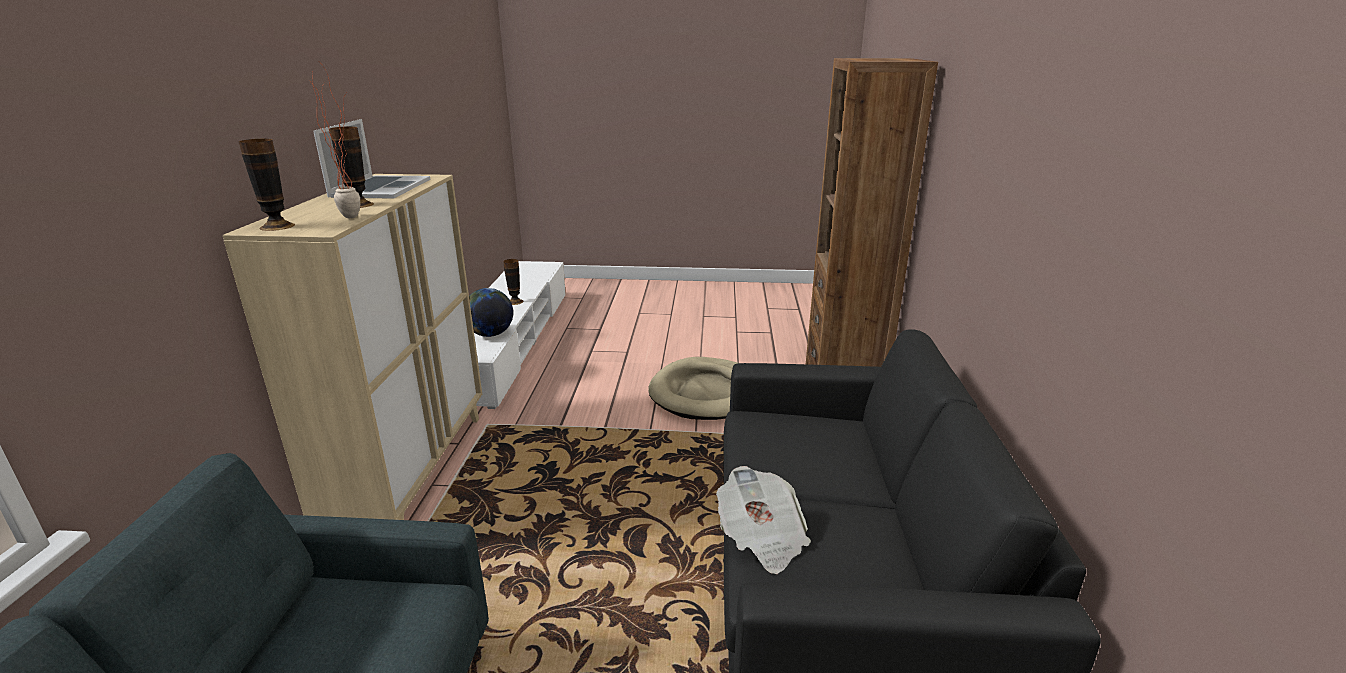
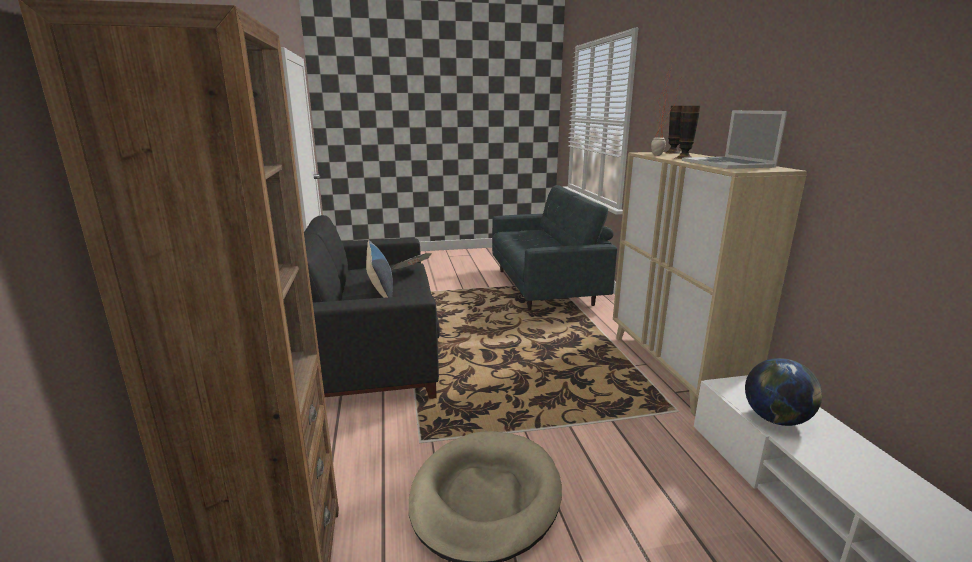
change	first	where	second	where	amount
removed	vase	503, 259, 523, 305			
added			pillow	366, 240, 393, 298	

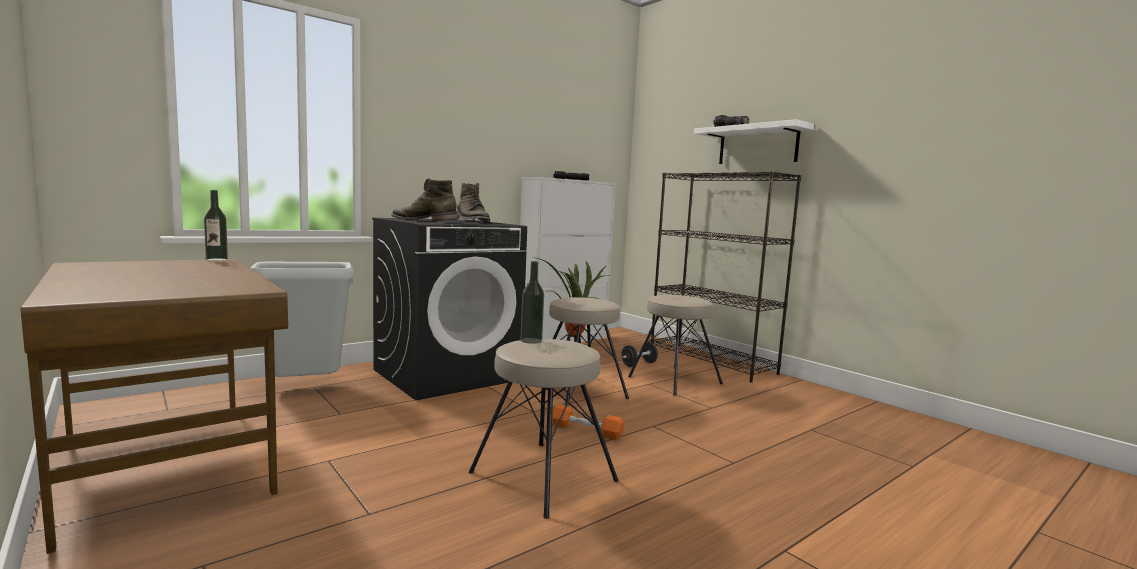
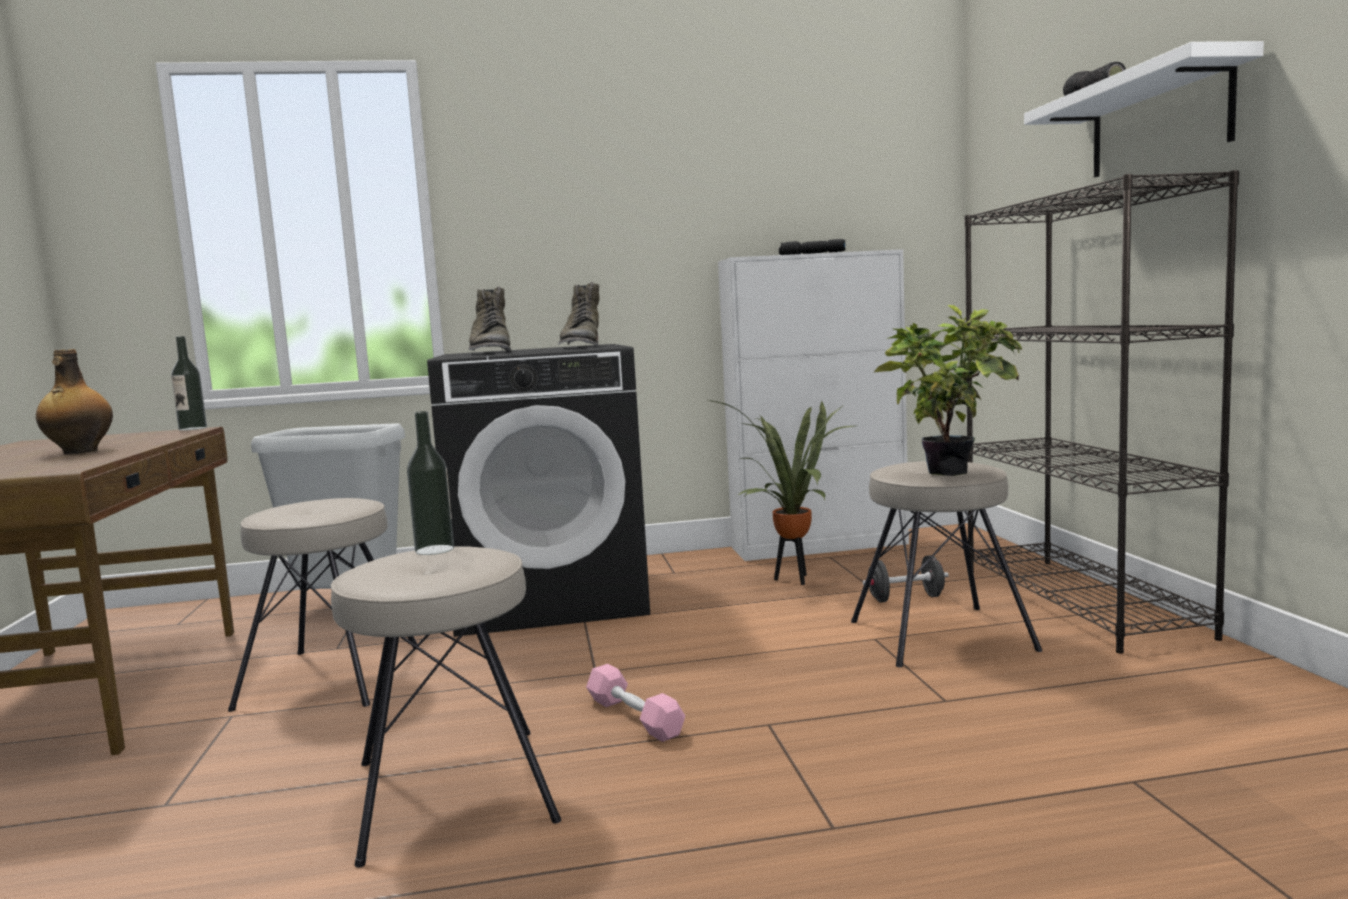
change	first	where	second	where	amount
turned	green boot	391, 178, 458, 221		469, 286, 511, 352	150 degrees counterclockwise
moved	beige stool	549, 297, 629, 406		228, 498, 417, 712	
recoloured	orange dumbbell	552, 404, 624, 440	pink dumbbell	586, 664, 685, 742	
added			bottle	36, 349, 113, 454	
added			potted plant	873, 305, 1022, 476	

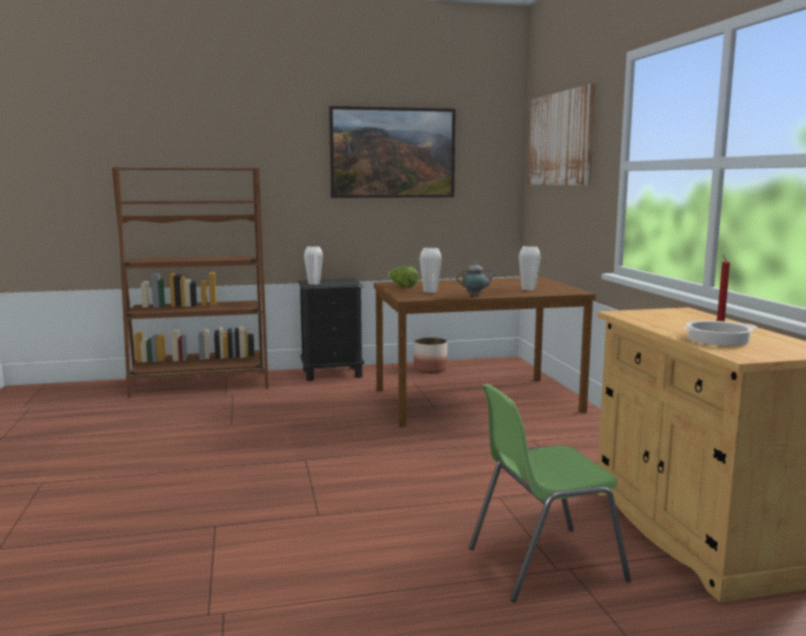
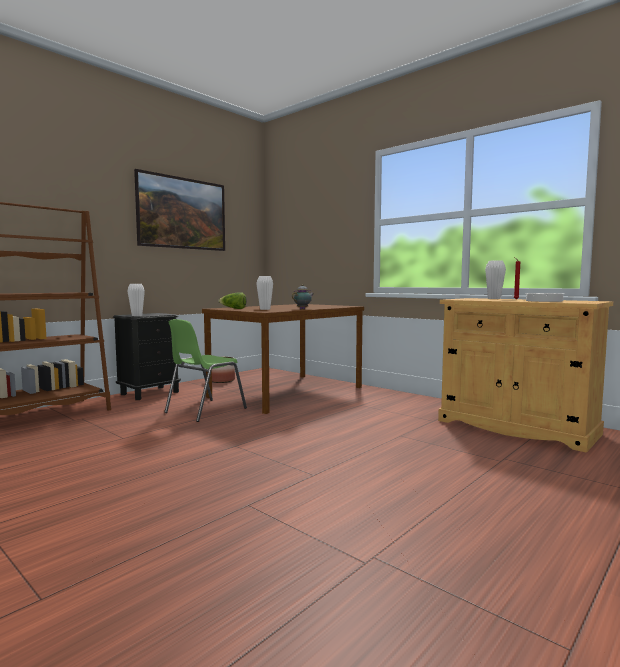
change	first	where	second	where	amount
moved	green chair	469, 384, 631, 602		164, 319, 247, 422	
moved	white vase	519, 246, 541, 290		485, 260, 506, 299	
removed	picture	528, 84, 595, 186			

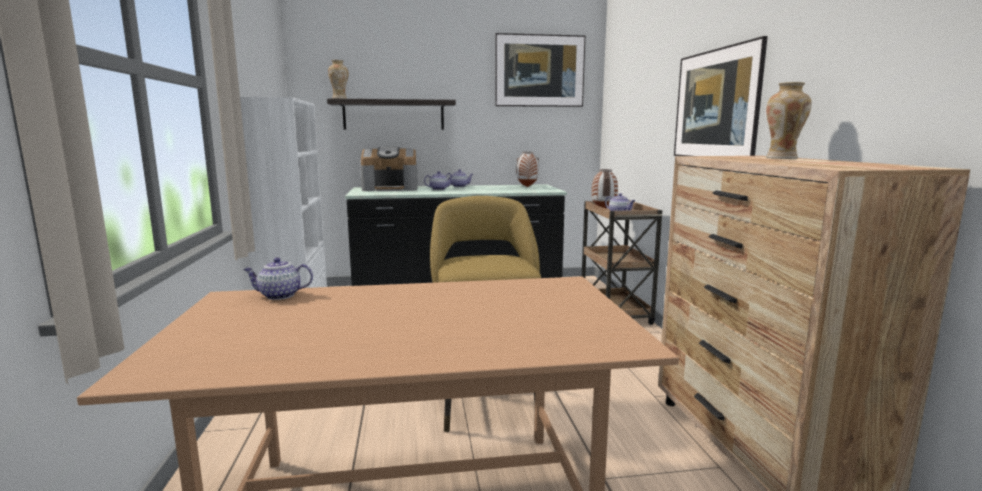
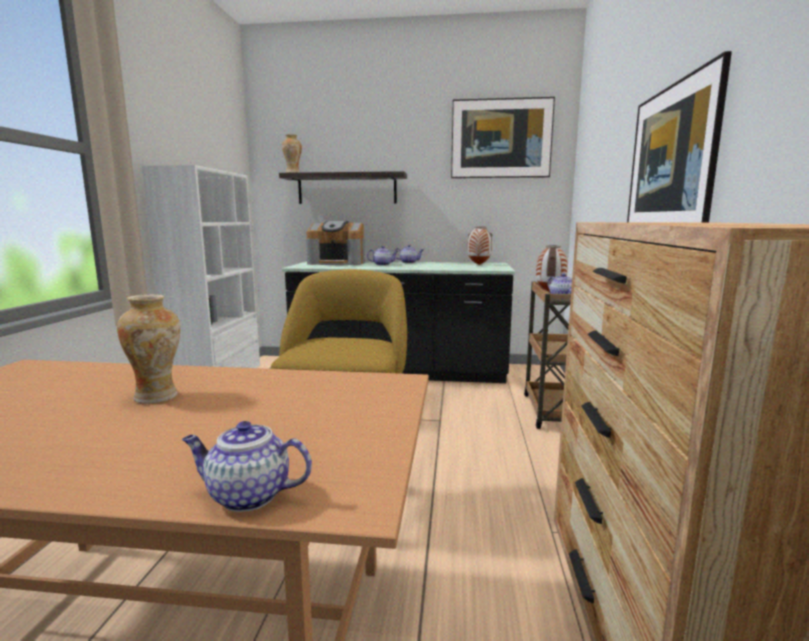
change	first	where	second	where	amount
moved	teapot	243, 257, 313, 300		182, 421, 312, 512	
moved	vase	766, 82, 812, 159		117, 294, 180, 404	

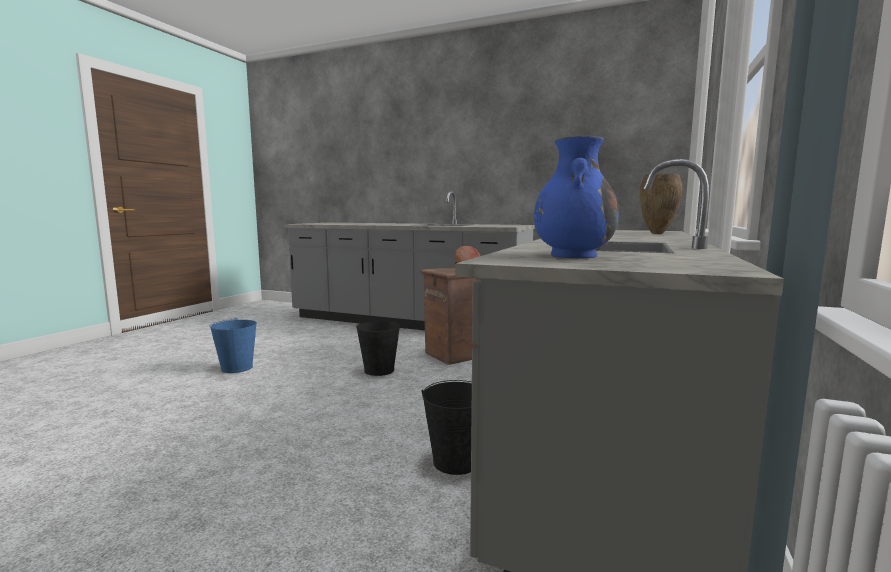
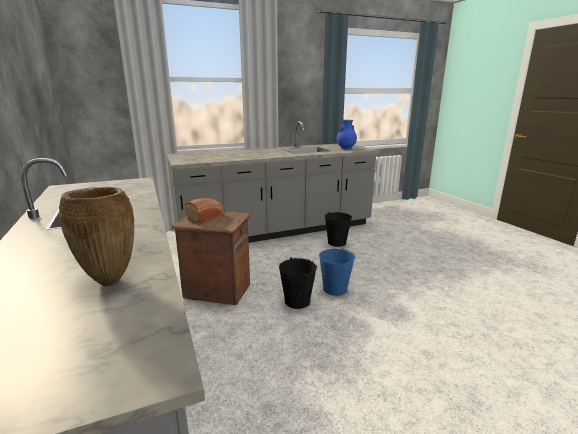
change	first	where	second	where	amount
moved	blue bucket	209, 318, 257, 373		319, 248, 355, 296	
moved	brown vase	640, 174, 682, 234		59, 187, 134, 287	

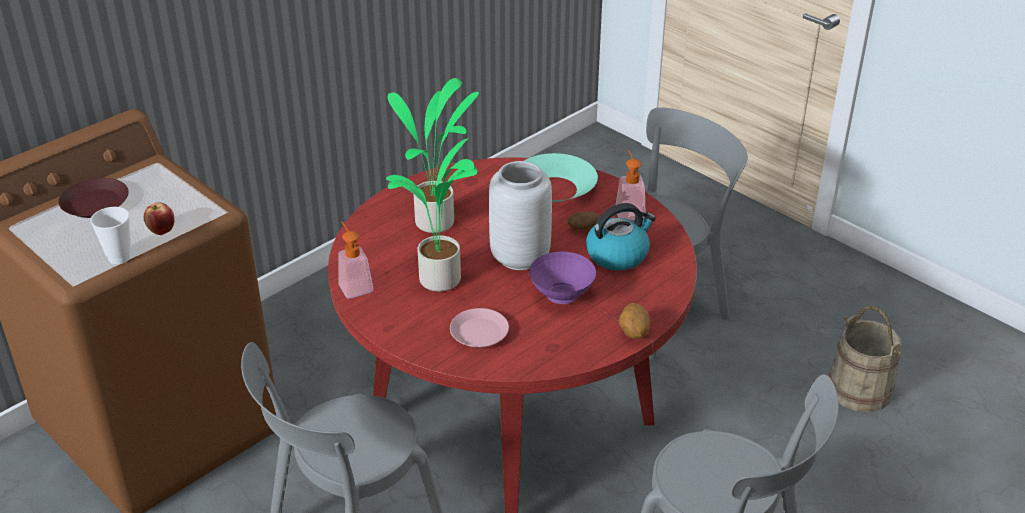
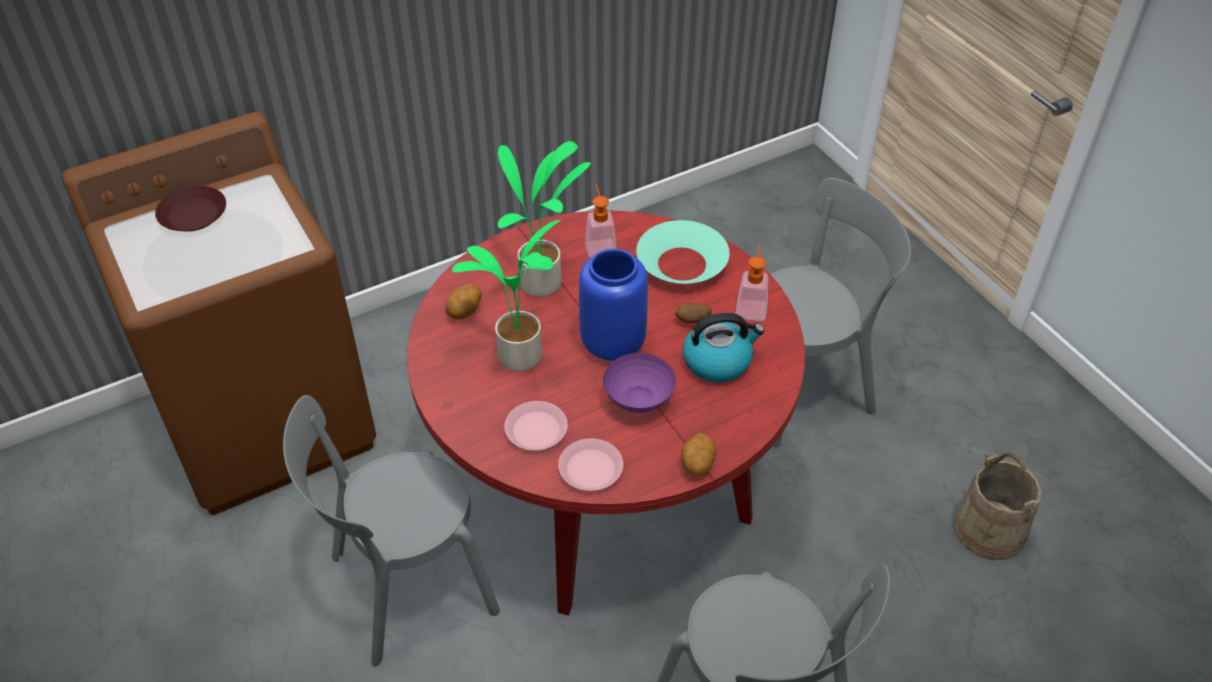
change	first	where	second	where	amount
removed	cup	90, 207, 131, 264			
removed	apple	144, 202, 175, 235			
moved	soap dispenser	338, 222, 373, 298		585, 184, 616, 258	
recoloured	grey vase	489, 161, 552, 270	blue vase	579, 249, 648, 361	
added			potato	445, 284, 482, 319	
added			pink plate	558, 438, 623, 491	

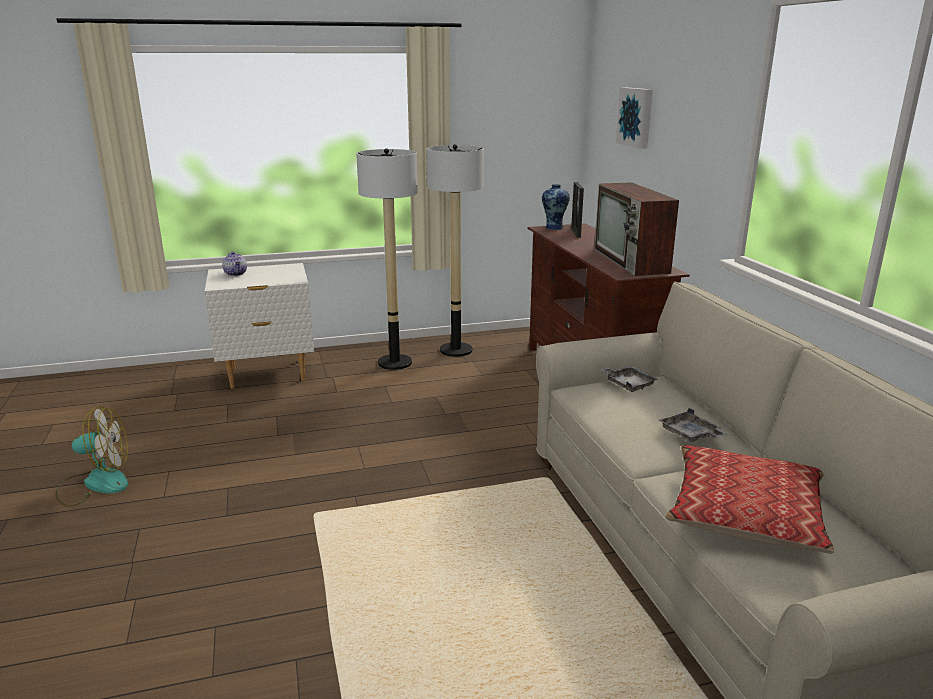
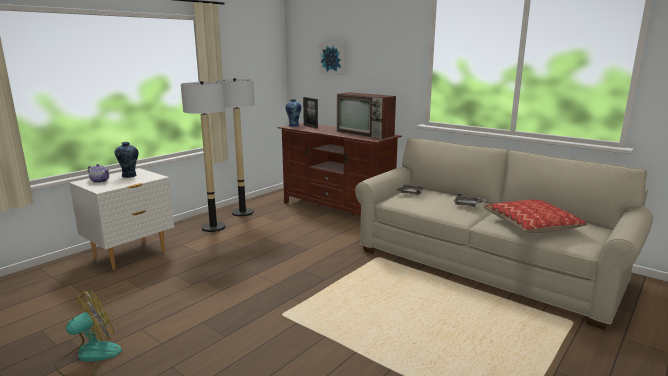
change	first	where	second	where	amount
added			vase	115, 142, 139, 178	

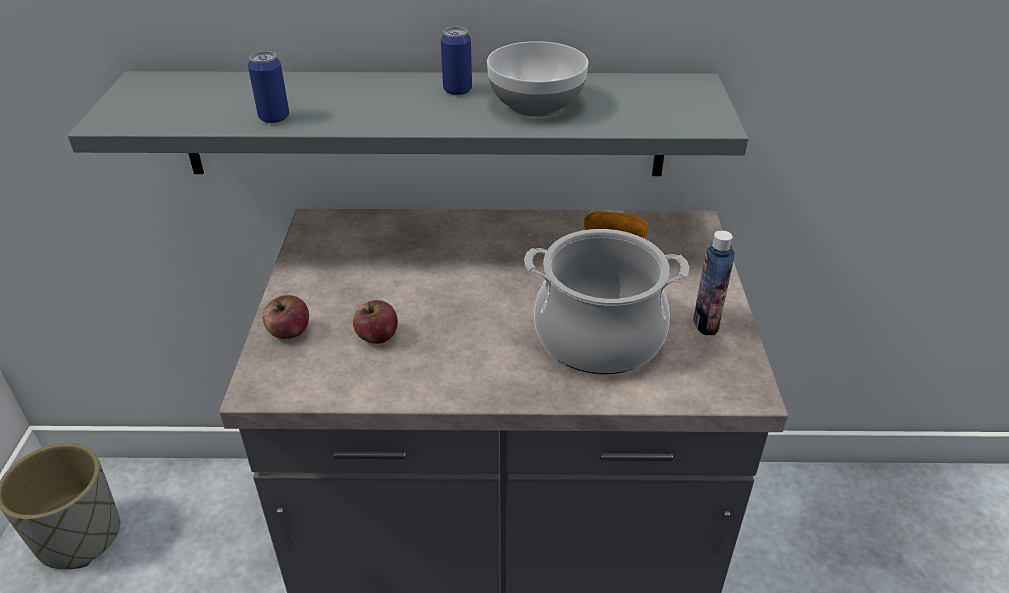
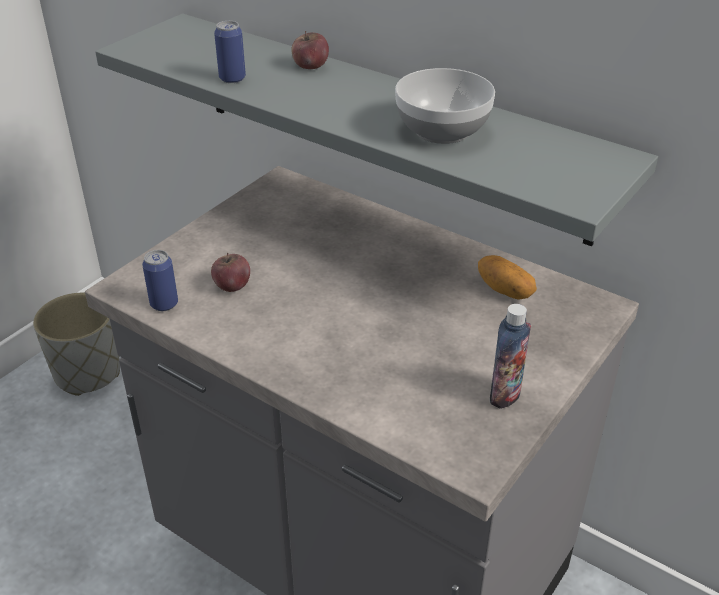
change	first	where	second	where	amount
moved	apple	263, 295, 309, 339		291, 31, 329, 69	
moved	can	441, 27, 472, 95		142, 250, 178, 311	
removed	cooking pot	524, 229, 689, 374			

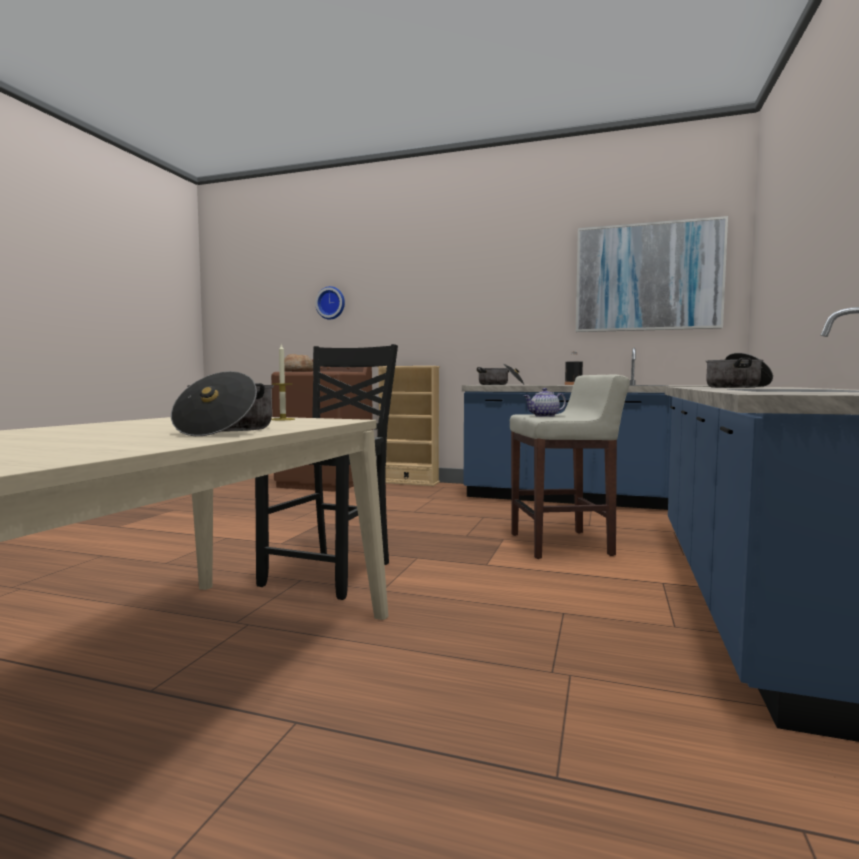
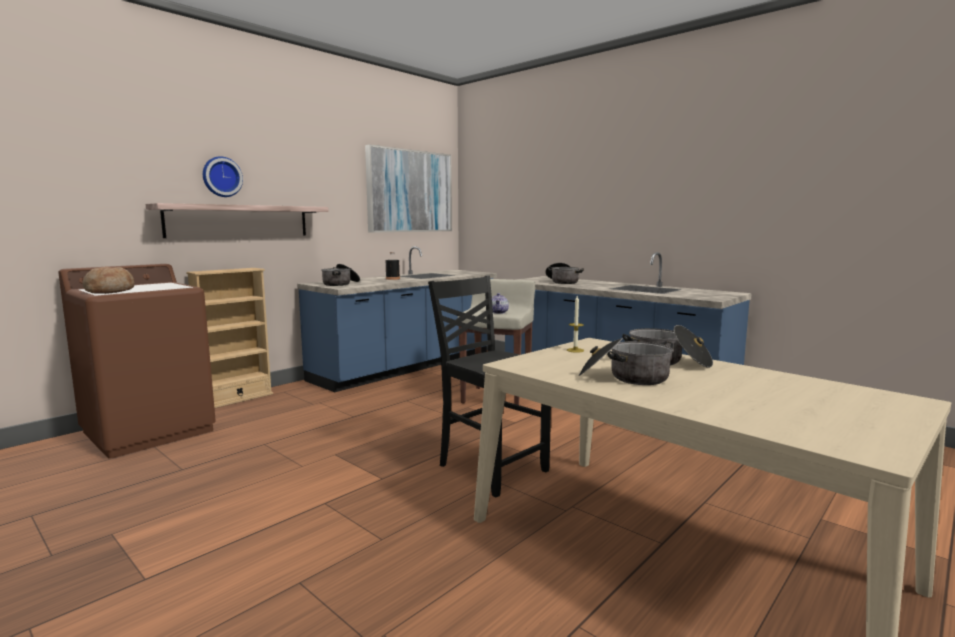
change	first	where	second	where	amount
moved	wall clock	315, 286, 345, 320		203, 156, 243, 197	
added			shelf	146, 203, 329, 238	
added			cooking pot	579, 338, 674, 385	

